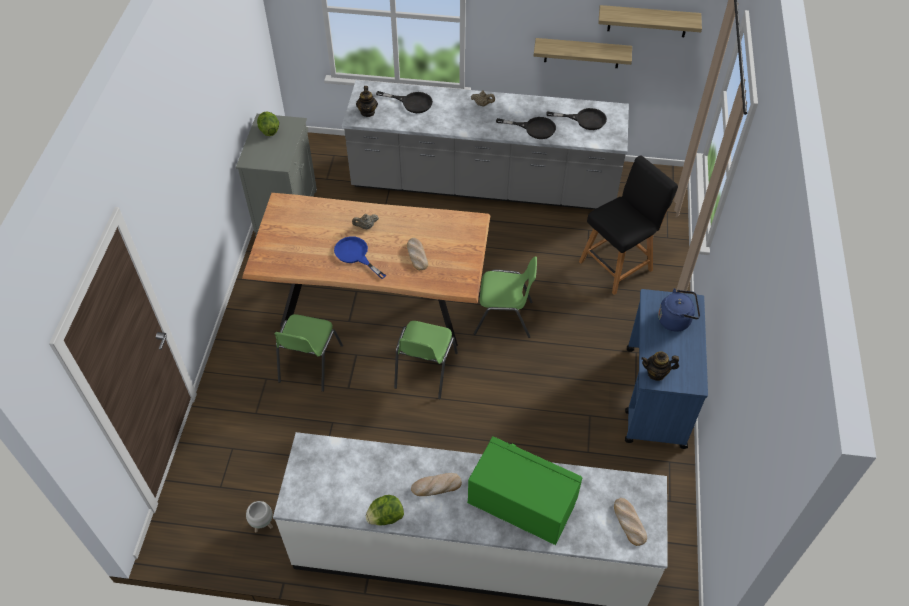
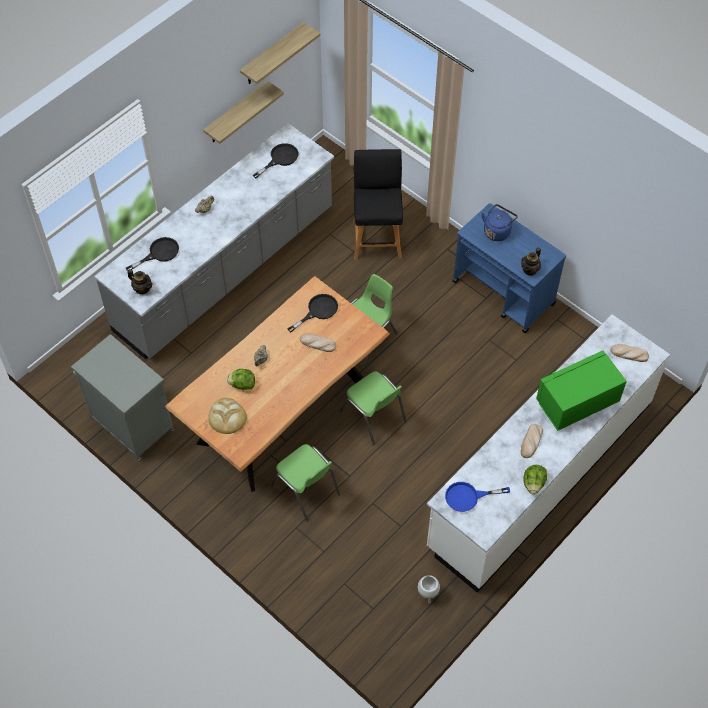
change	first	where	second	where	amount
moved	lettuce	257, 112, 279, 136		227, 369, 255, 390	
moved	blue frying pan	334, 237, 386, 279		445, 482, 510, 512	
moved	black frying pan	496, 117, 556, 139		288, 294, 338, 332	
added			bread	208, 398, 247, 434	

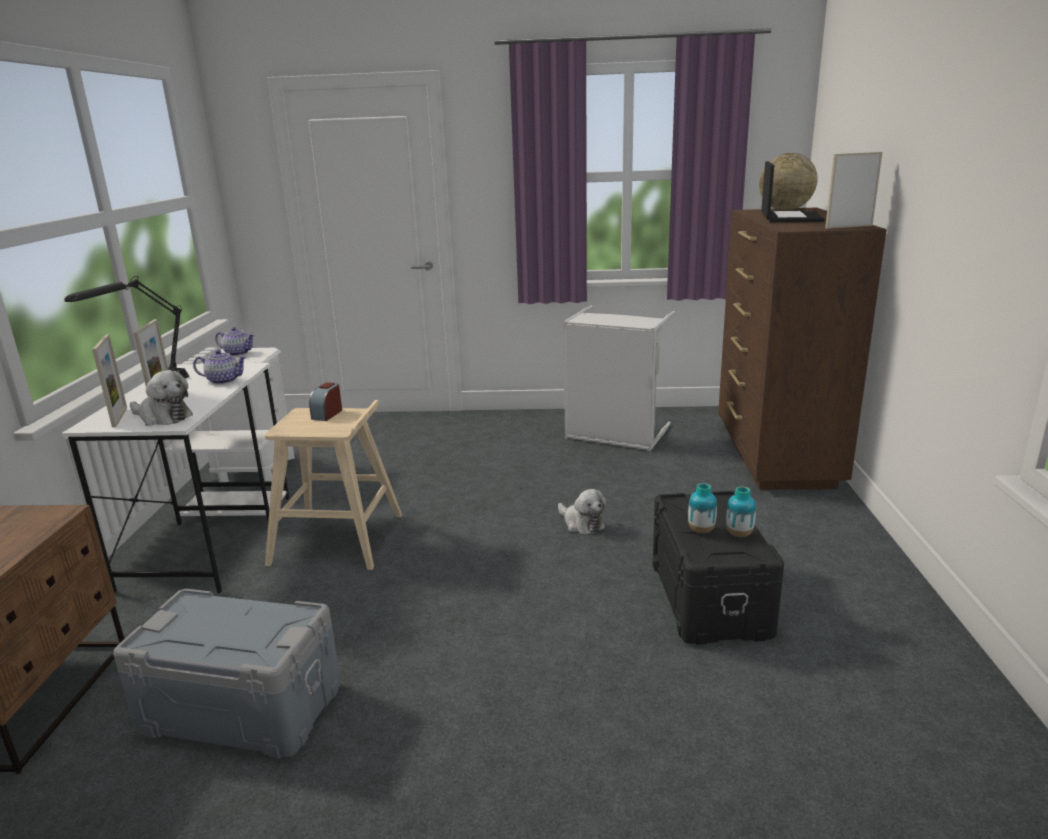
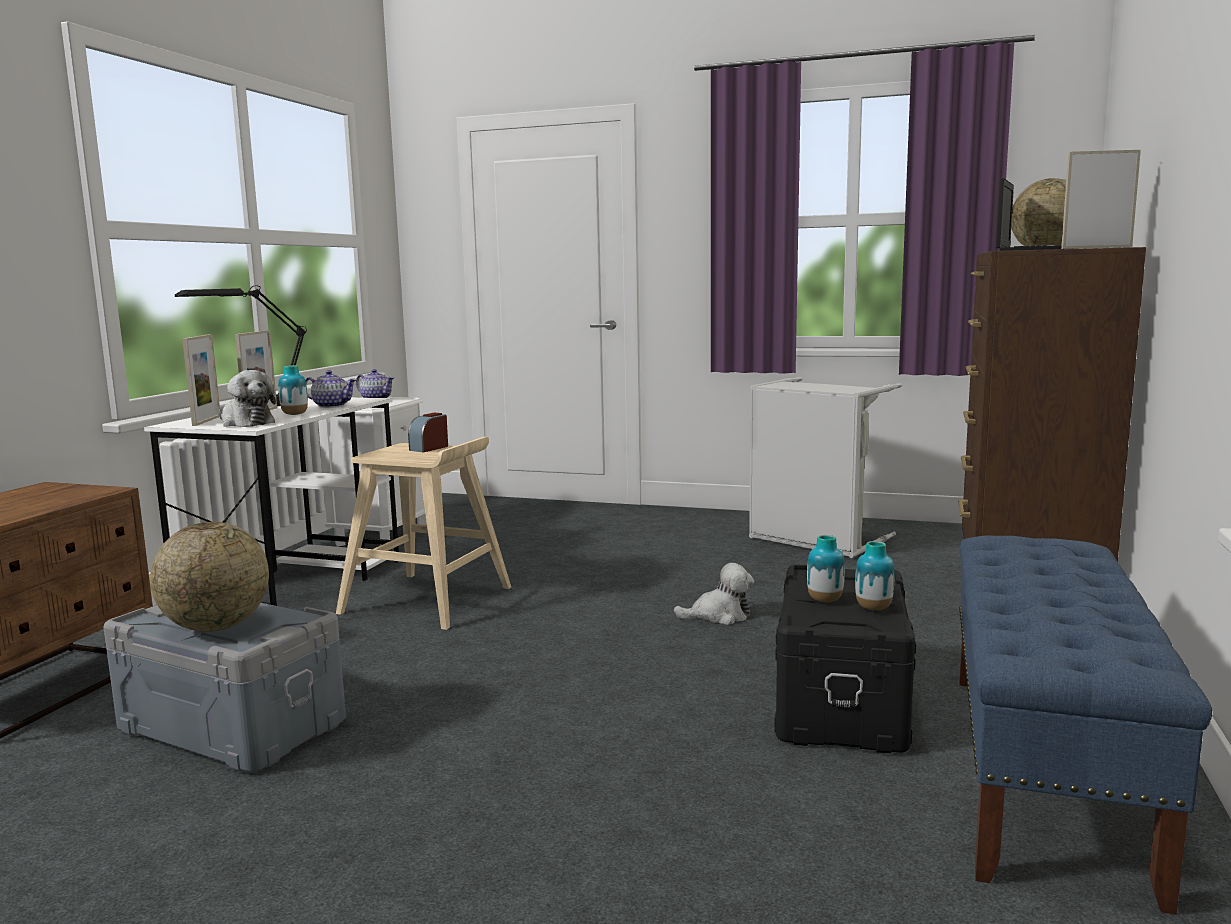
change	first	where	second	where	amount
turned	plush toy	558, 489, 606, 535		674, 563, 754, 625	75 degrees counterclockwise
added			globe	150, 522, 269, 632	
added			vase	278, 365, 308, 415	
added			blue bench	959, 536, 1212, 915	

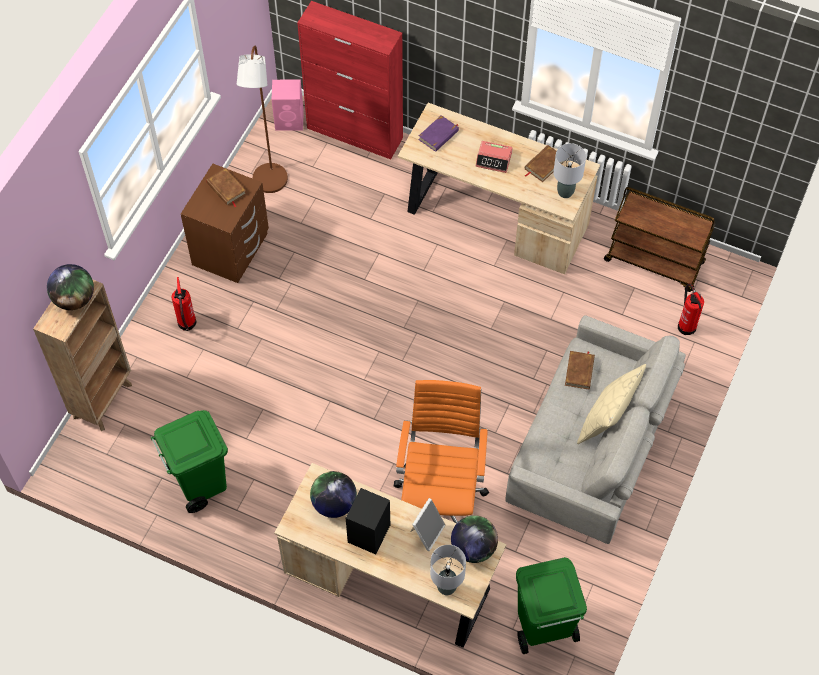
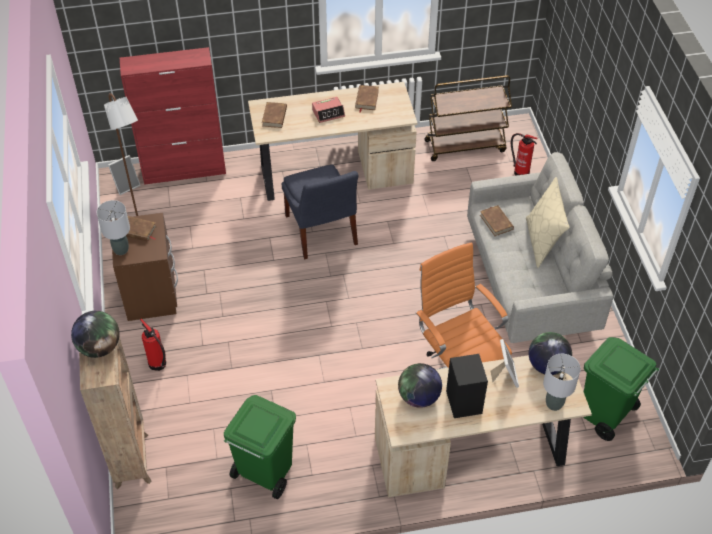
change	first	where	second	where	amount
replaced	pink speaker	271, 79, 304, 131	picture frame	108, 155, 141, 195	
recoloured	purple book	418, 115, 459, 152	brown book	262, 102, 287, 128	
moved	grey table lamp	553, 143, 586, 198		97, 200, 130, 255	
added			blue chair	282, 165, 358, 259	

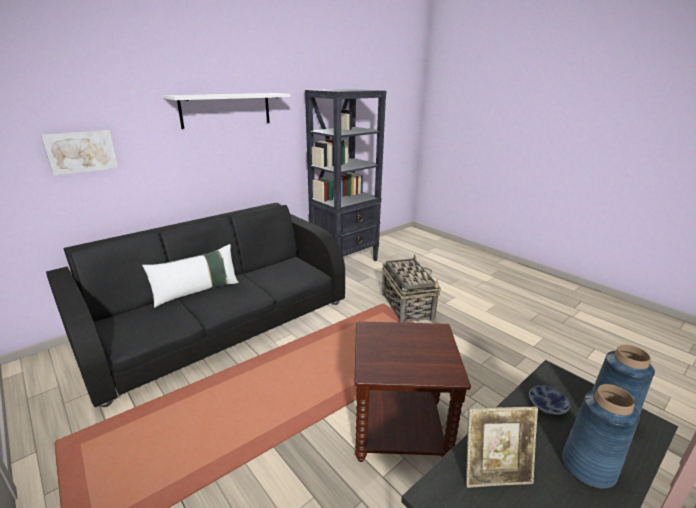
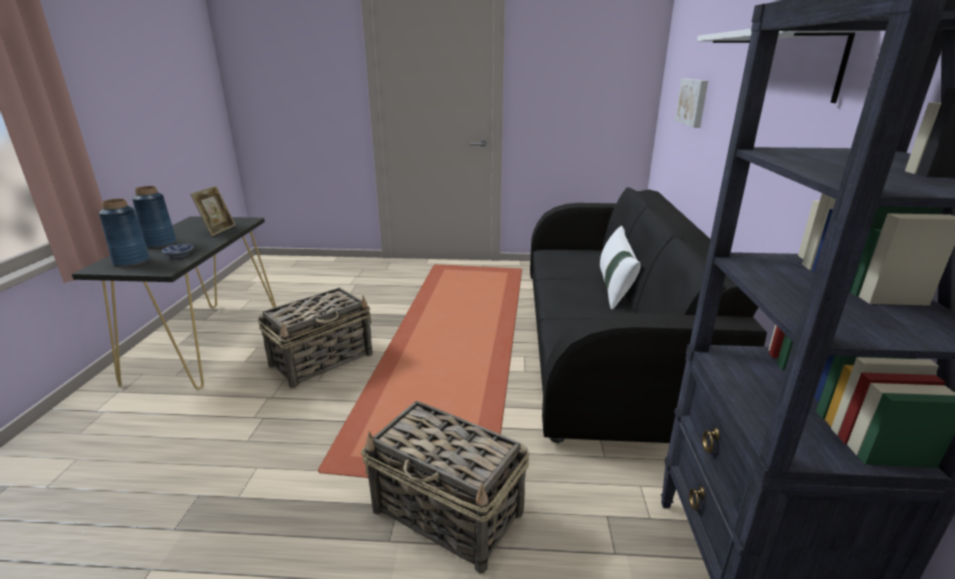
change	first	where	second	where	amount
replaced	brown side table	354, 321, 471, 462	basket	258, 287, 373, 388	
turned	picture frame	466, 407, 538, 488		190, 186, 235, 236	150 degrees clockwise

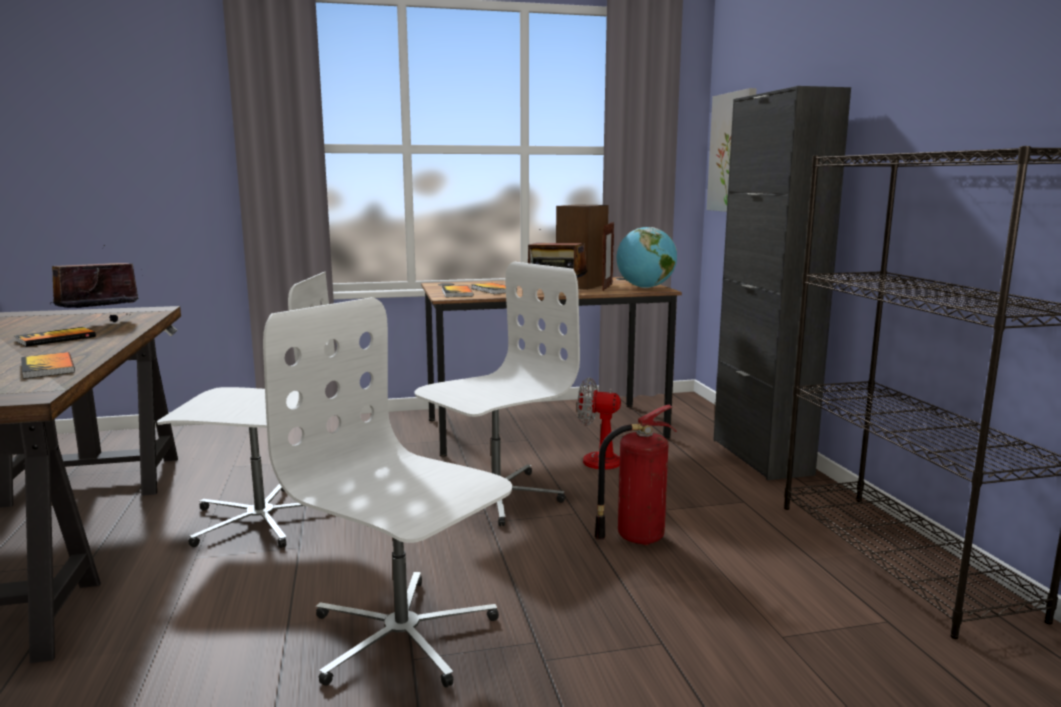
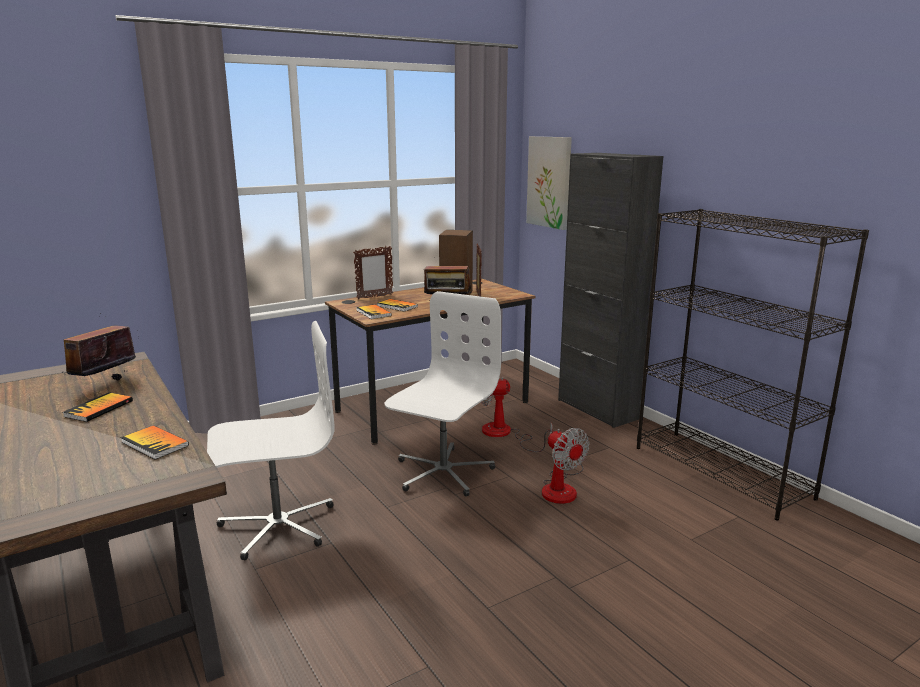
change	first	where	second	where	amount
removed	white office chair	263, 297, 512, 687			
replaced	fire extinguisher	594, 405, 677, 545	fan	542, 428, 590, 504	
removed	globe	617, 227, 677, 288			
added			picture frame	353, 246, 393, 299	

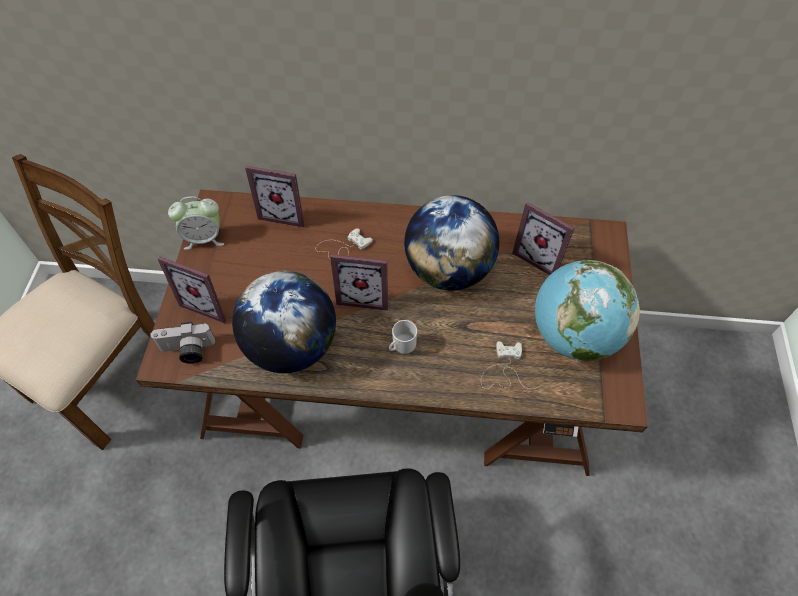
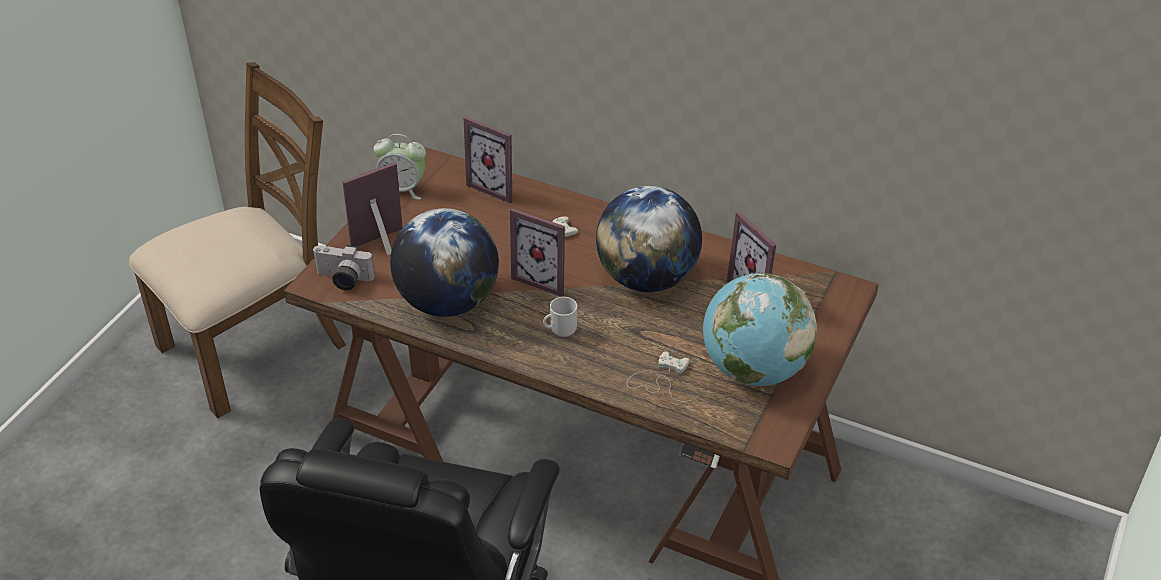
change	first	where	second	where	amount
turned	picture frame	158, 257, 226, 323		342, 162, 403, 255	105 degrees clockwise

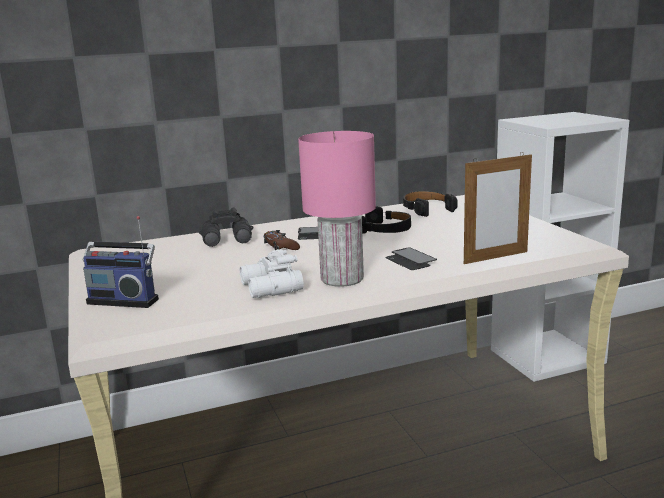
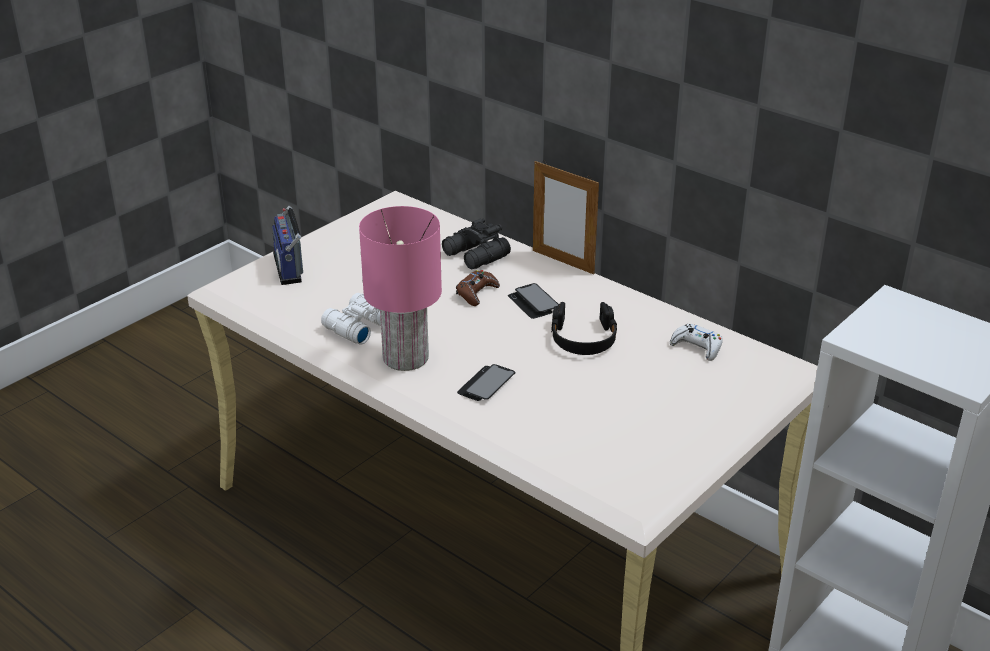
change	first	where	second	where	amount
replaced	black headphones	403, 191, 458, 217	white game controller	670, 324, 723, 361	
moved	picture frame	464, 153, 532, 264		533, 161, 599, 274	

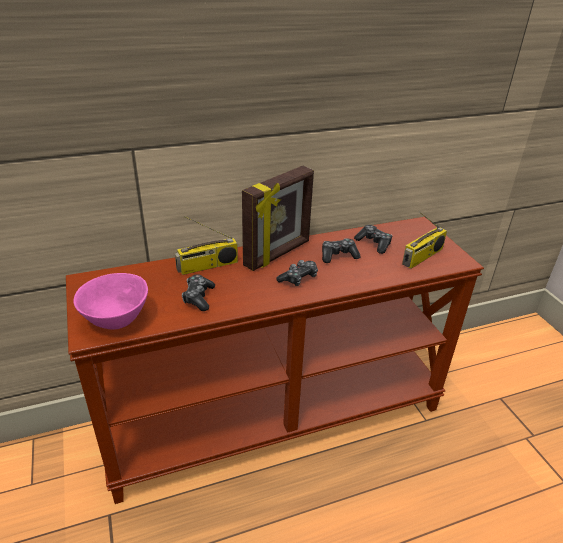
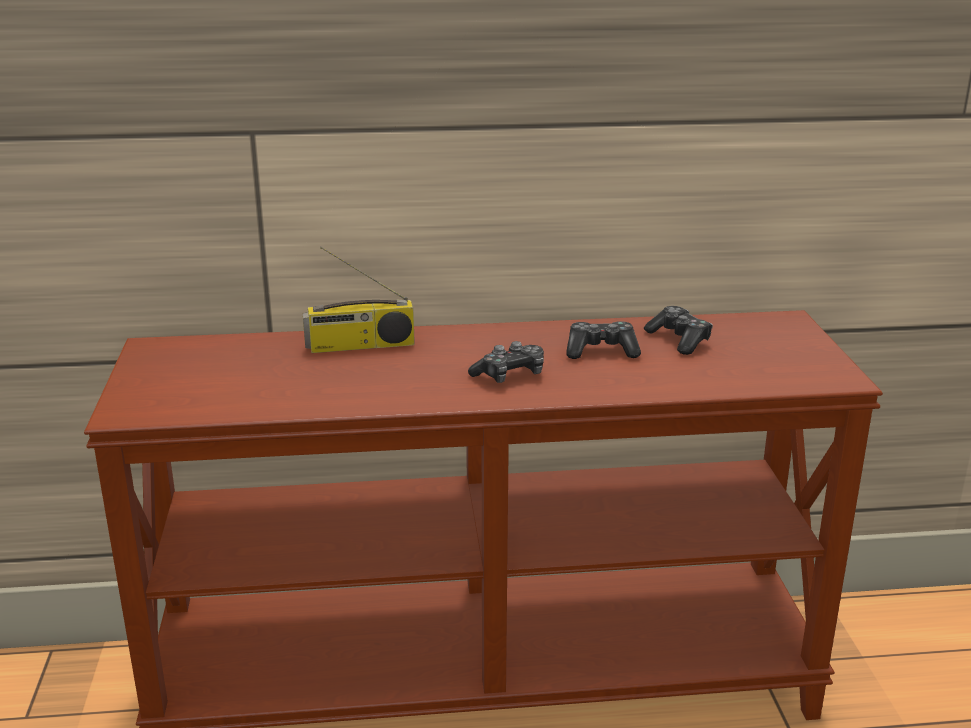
change	first	where	second	where	amount
removed	pink bowl	73, 273, 148, 330			
removed	game controller	182, 274, 215, 311			
removed	picture frame	242, 166, 314, 271			
removed	radio	402, 211, 447, 269			

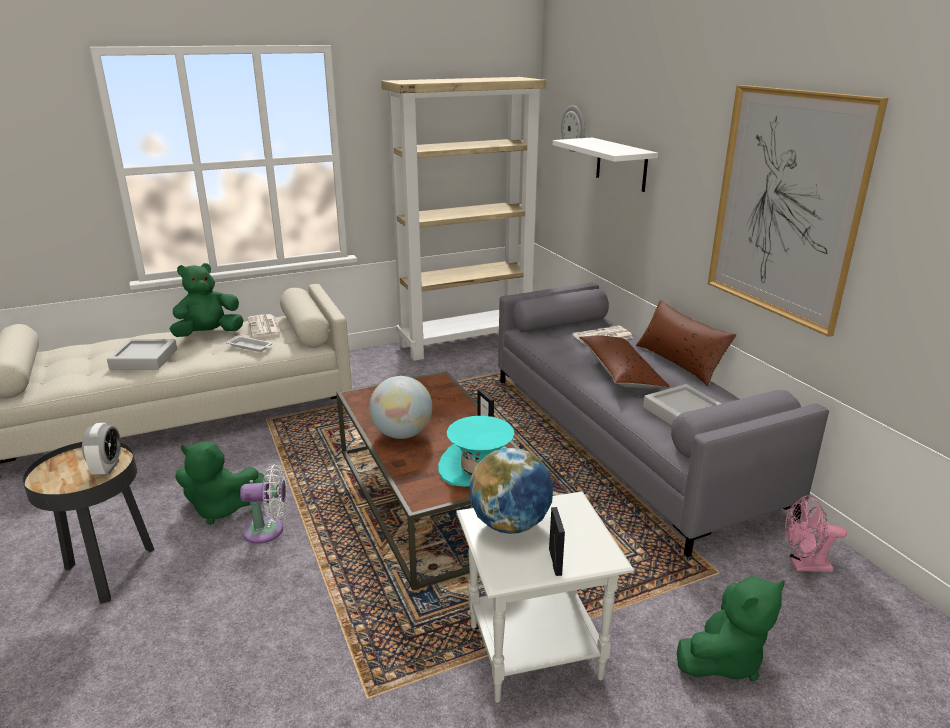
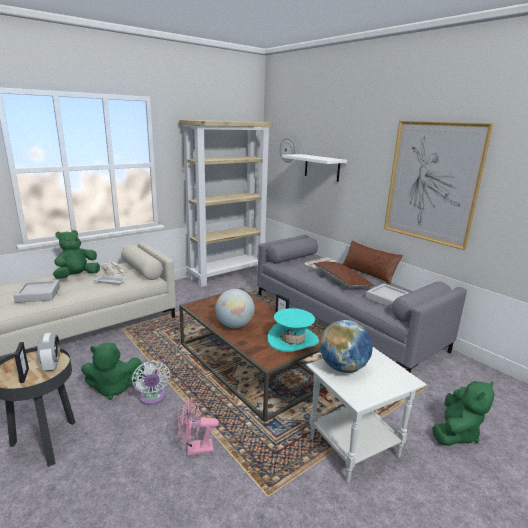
change	first	where	second	where	amount
turned	white fan	240, 464, 287, 544		132, 361, 170, 405	90 degrees clockwise
moved	picture frame	549, 507, 565, 576		14, 342, 29, 383	
moved	pink fan	785, 495, 847, 572		177, 398, 219, 456	

